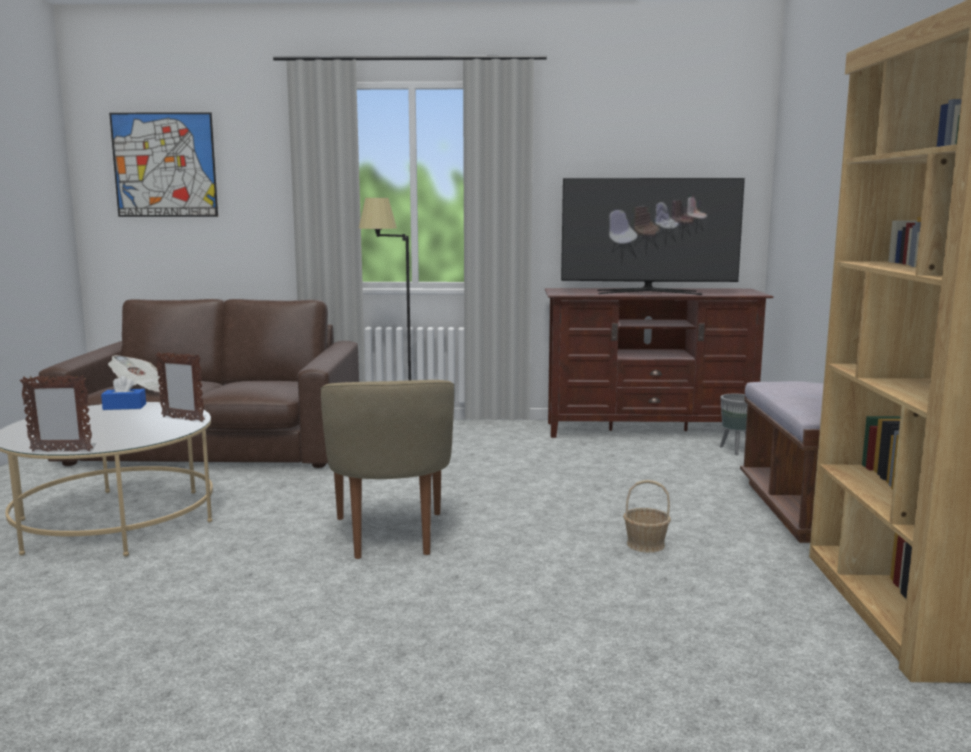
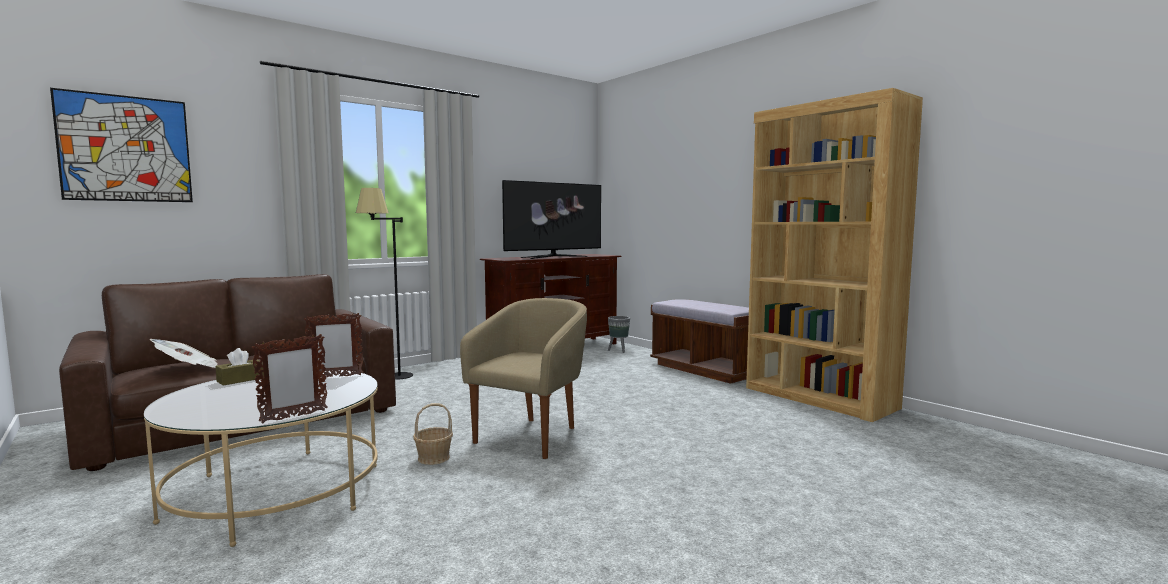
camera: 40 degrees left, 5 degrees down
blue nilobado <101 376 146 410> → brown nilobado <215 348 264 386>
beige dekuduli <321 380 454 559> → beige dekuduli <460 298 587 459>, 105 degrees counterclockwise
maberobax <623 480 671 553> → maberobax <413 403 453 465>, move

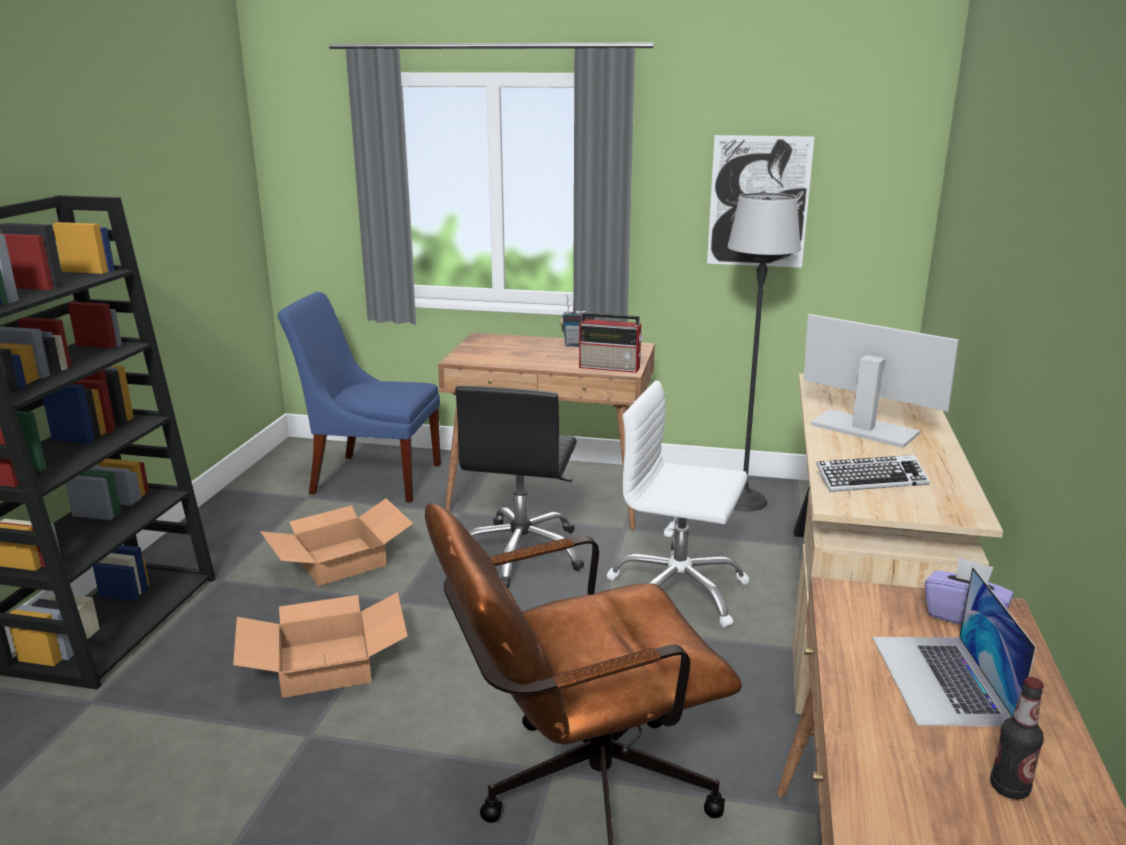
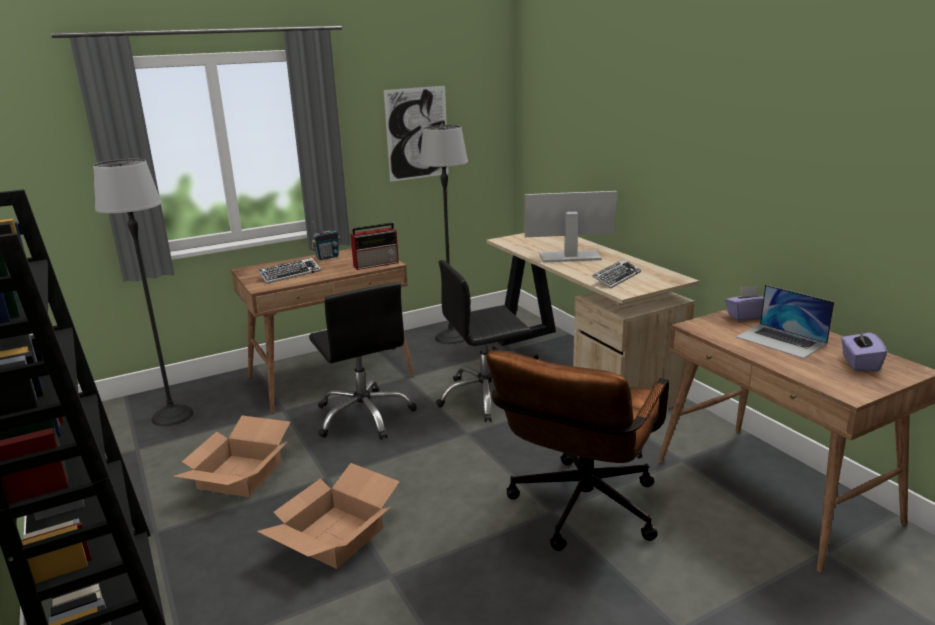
camera: 40 degrees left, 0 degrees up
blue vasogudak <278 292 441 503> → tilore <93 159 194 426>
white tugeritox <607 380 750 628> → black tugeritox <436 260 531 422>
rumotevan <990 677 1044 799> → purple nilobado <841 329 887 372>
- → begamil <258 258 321 284>

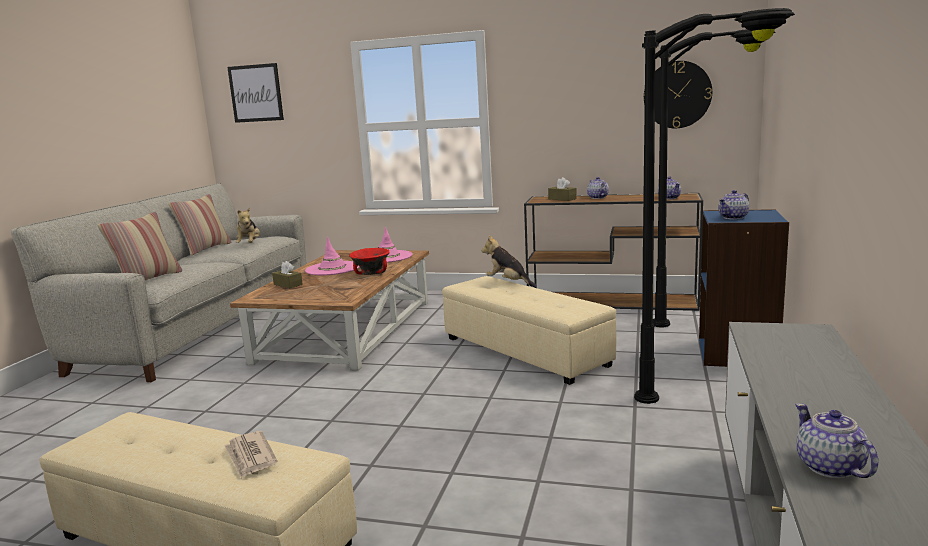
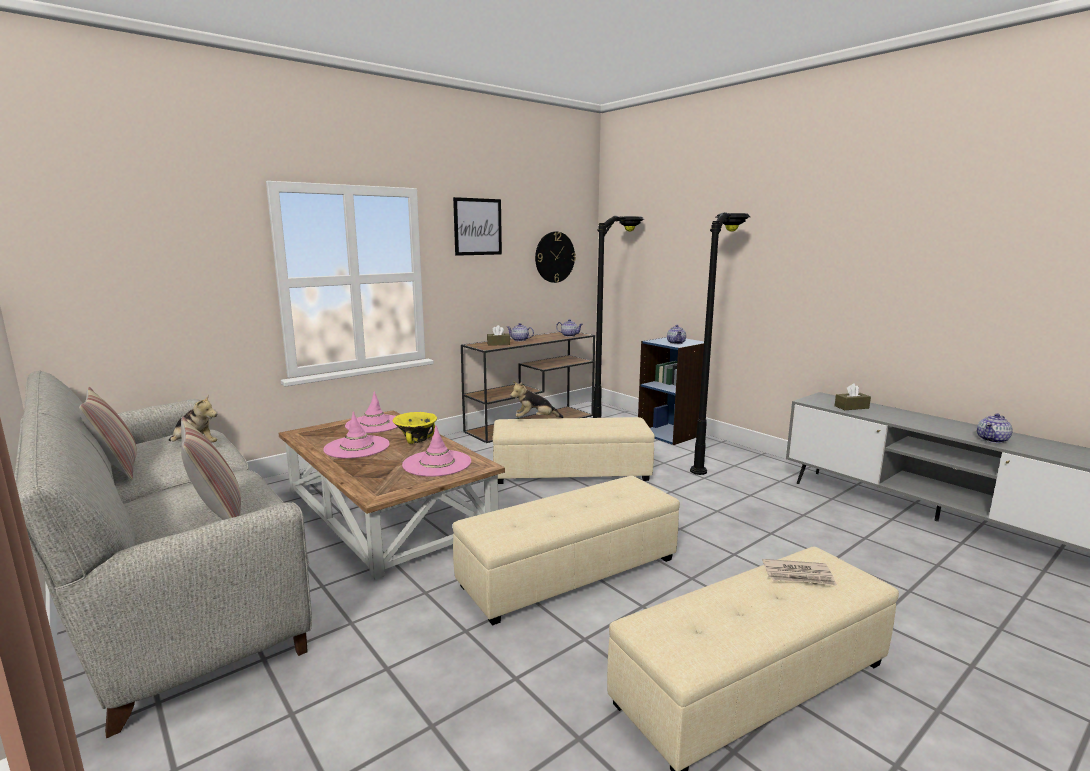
camera: 55 degrees left, 0 degrees up
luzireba <227 63 284 123> → luzireba <453 197 502 256>, move
brown nilobado <272 261 303 288> → brown nilobado <835 383 871 410>, move
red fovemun <349 248 390 275> → yellow fovemun <393 412 437 444>
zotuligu <795 403 878 478> → zotuligu <977 413 1013 443>, 60 degrees counterclockwise
- → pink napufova <402 425 471 477>
- → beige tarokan <453 476 680 626>

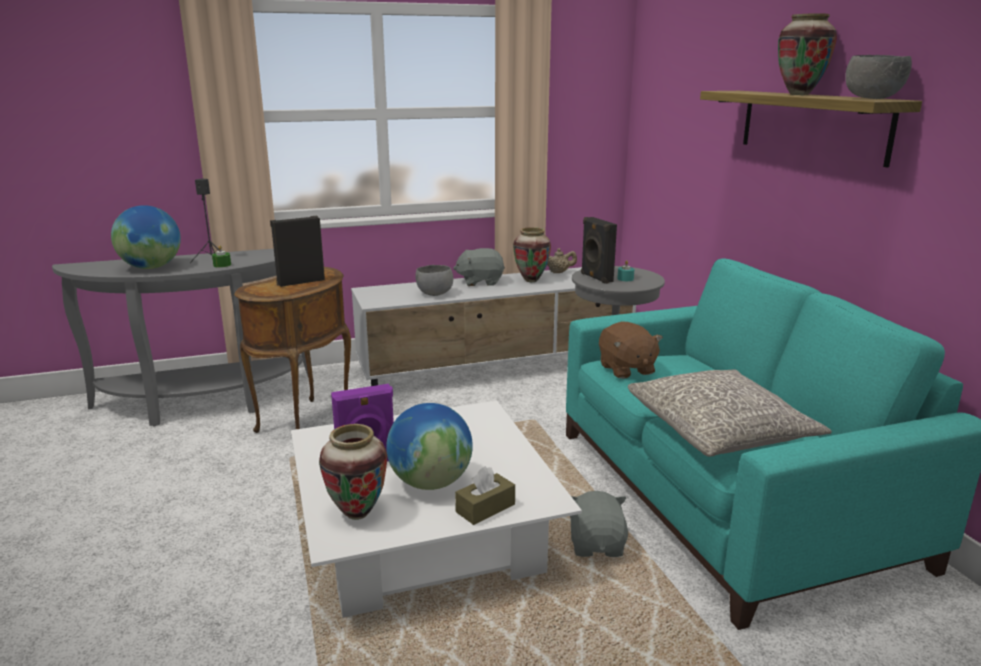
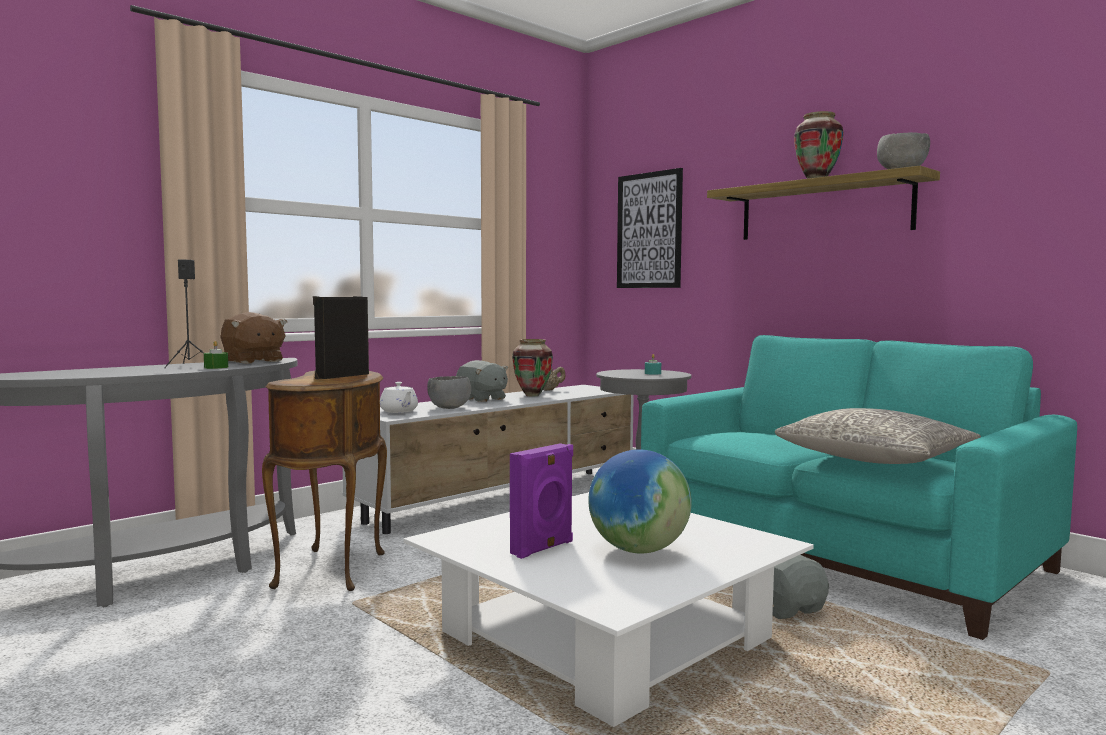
camera: 25 degrees left, 15 degrees down
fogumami <111 205 181 269> → -
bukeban <319 424 387 520> → -
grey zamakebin <453 248 505 286> → grey zamakebin <456 360 508 402>, 105 degrees counterclockwise
brown nilobado <455 466 515 525> → -
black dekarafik <581 217 617 284> → -
brown zamakebin <599 321 663 379> → brown zamakebin <221 312 287 364>, move
- → white zotuligu <380 382 418 413>
- → luzireba <617 168 683 288>

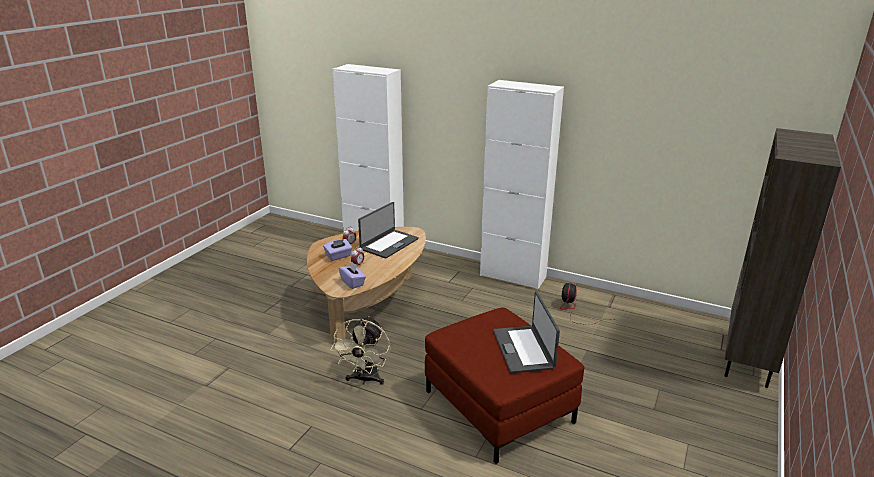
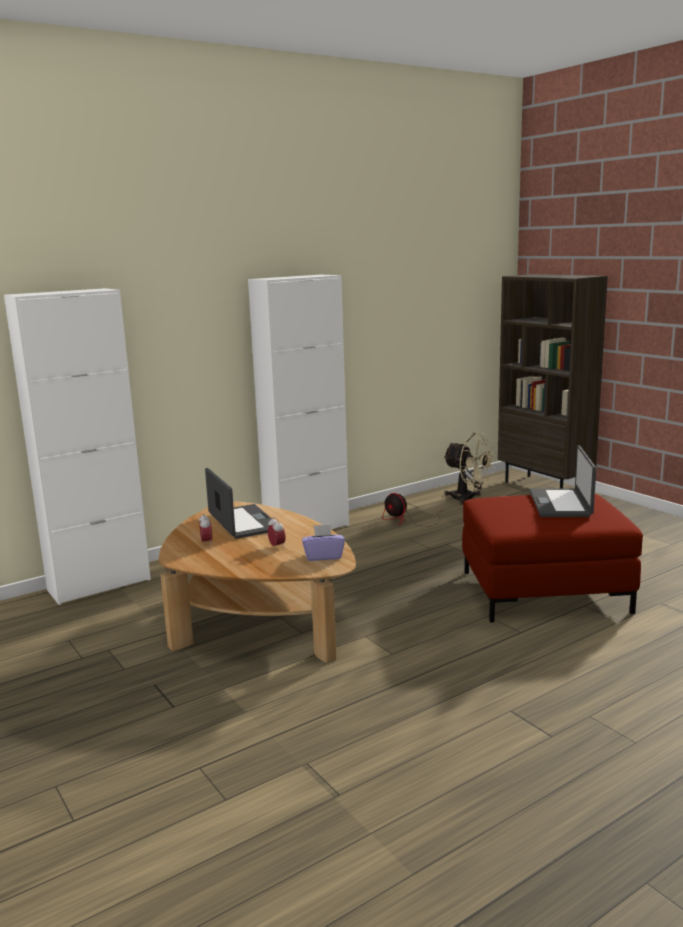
camera: 60 degrees left, 10 degrees down
purple nilobado <323 239 352 261> → -
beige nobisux <331 316 390 385> → beige nobisux <443 433 496 505>, move
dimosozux <493 291 560 373> → dimosozux <529 445 596 517>, 75 degrees clockwise

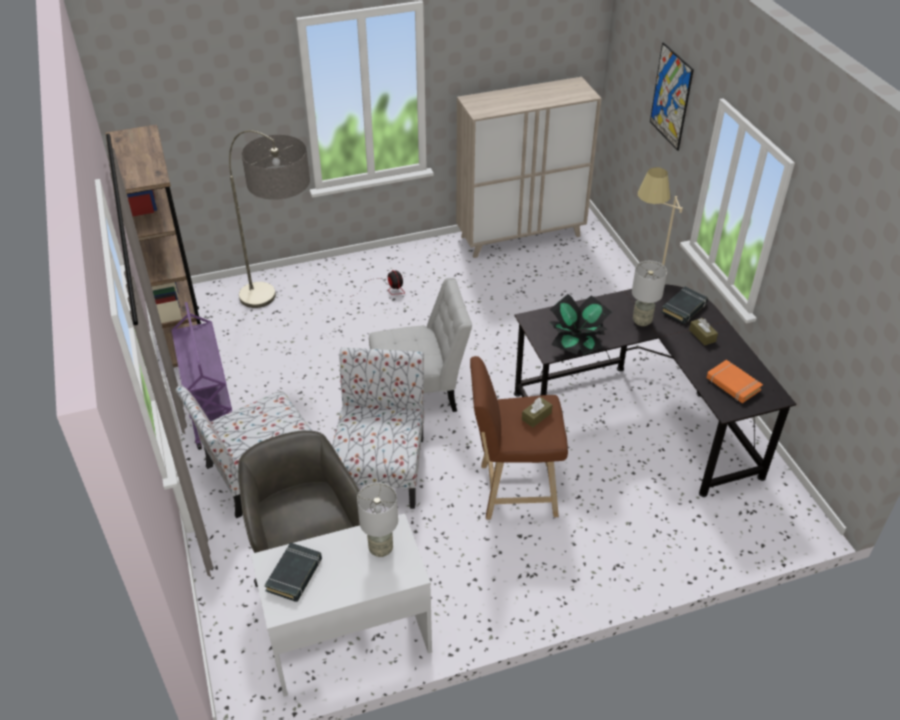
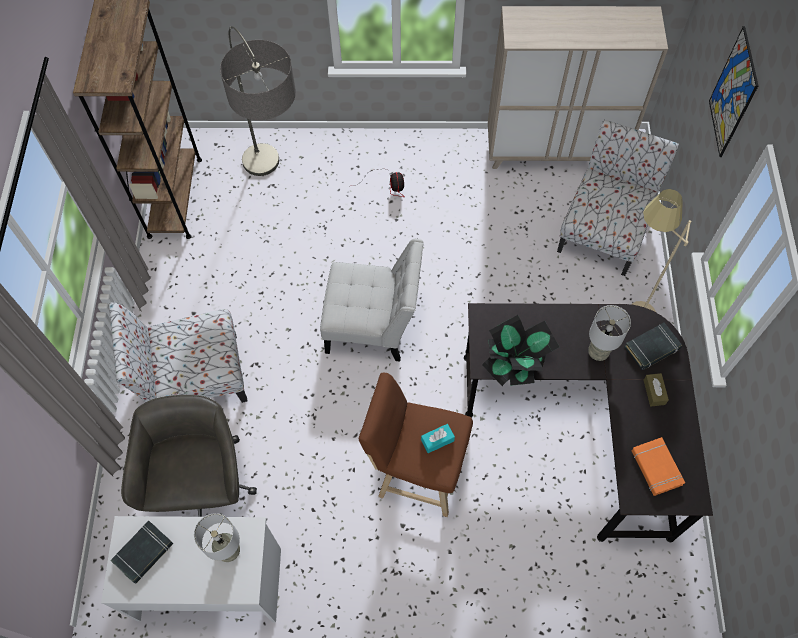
camera: 20 degrees right, 20 degrees up
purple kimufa <172 302 232 450> → -
vasogudak <332 348 424 509> → vasogudak <557 120 679 276>, move
brown nilobado <522 397 552 428> → turquoise nilobado <421 424 455 453>

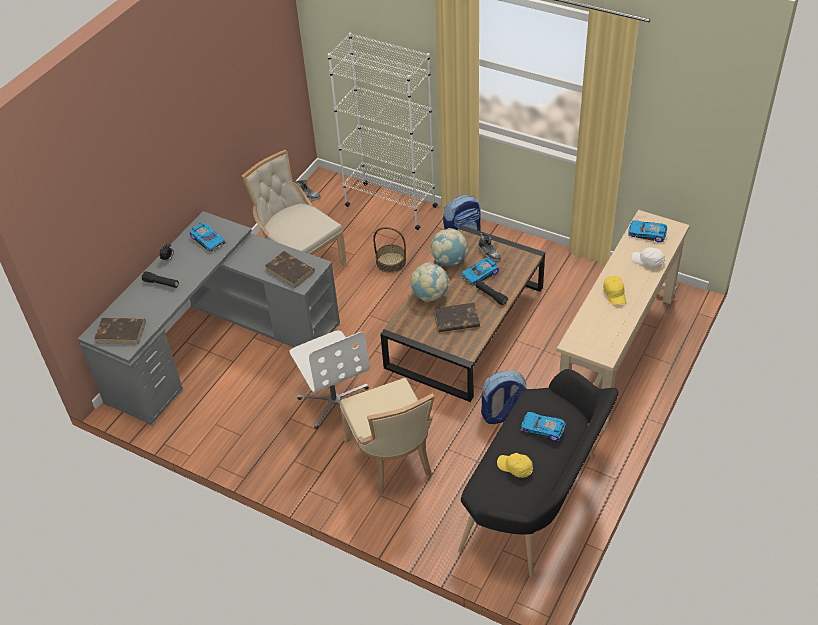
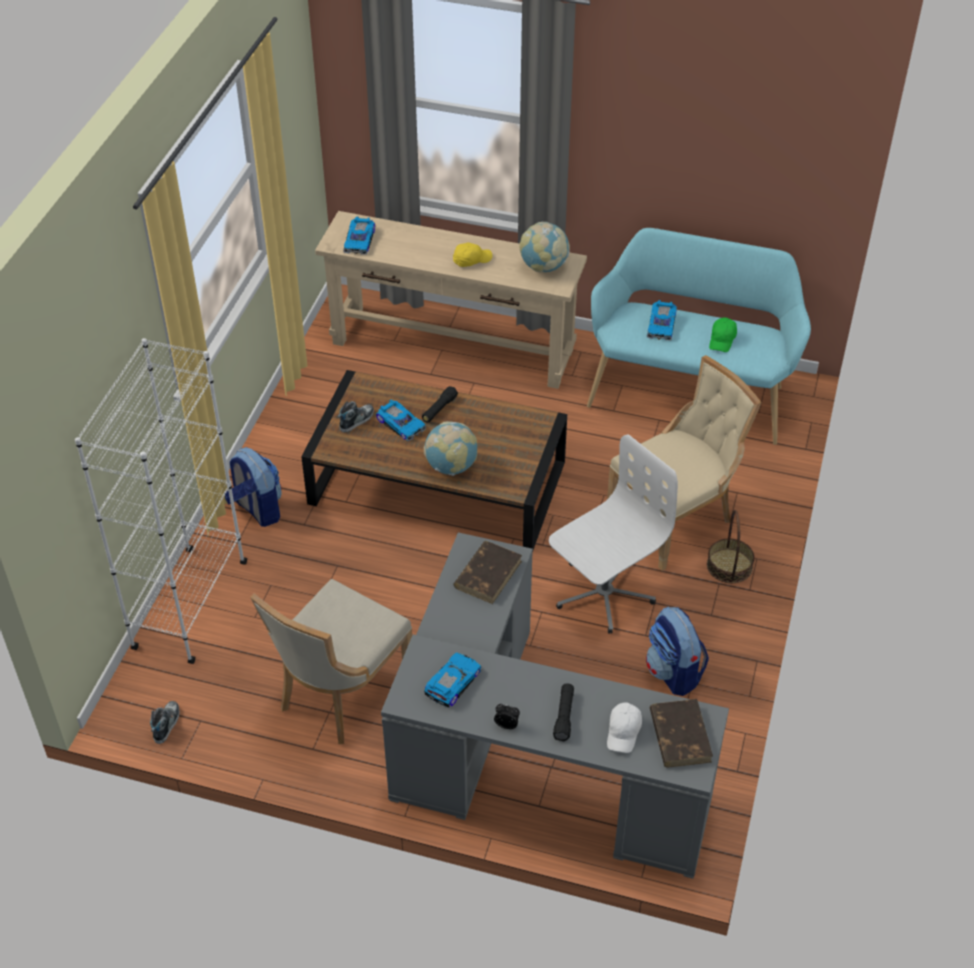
camera: 105 degrees left, 0 degrees up
maberobax <373 227 406 273> → maberobax <707 510 755 583>, move
fogumami <430 228 468 266> → fogumami <519 222 570 272>, move
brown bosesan <434 303 480 332> → -
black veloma <458 369 618 577> → turquoise veloma <587 228 811 445>
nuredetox <481 371 527 424> → nuredetox <646 606 709 696>, move
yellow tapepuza <497 453 533 478> → green tapepuza <709 317 737 352>
white tapepuza <632 247 665 267> → white tapepuza <607 702 642 753>, move

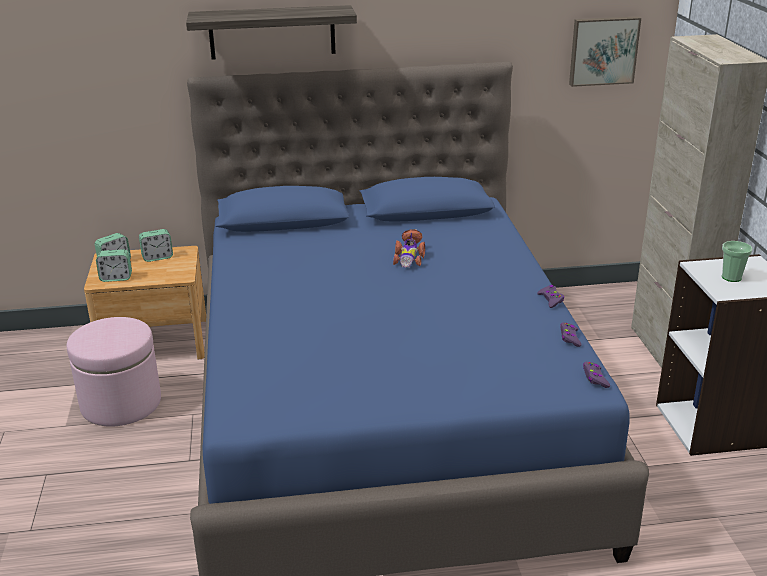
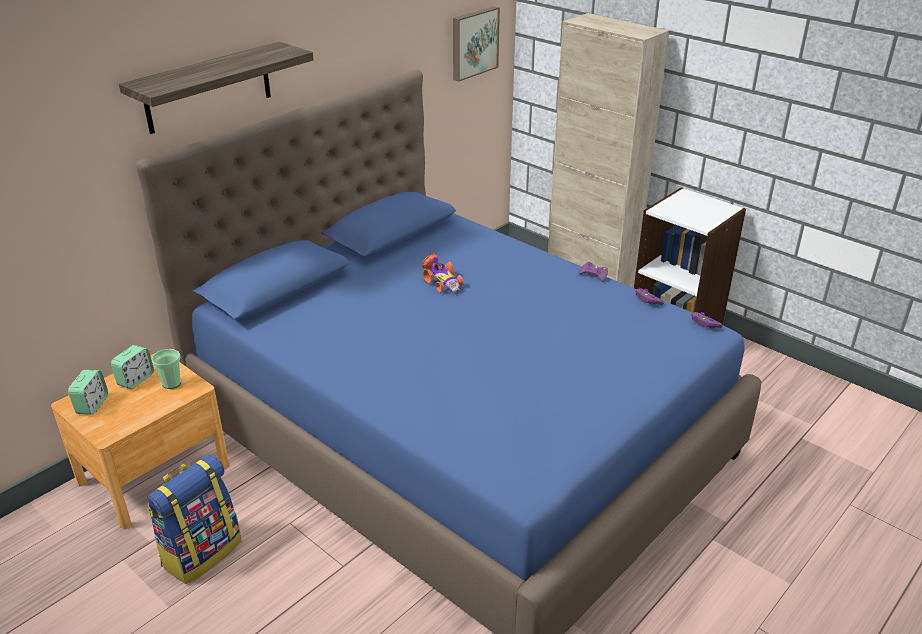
camera: 40 degrees left, 5 degrees up
pink tarokan <67 317 161 427> → nuredetox <146 455 241 584>
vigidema <96 249 132 282> → -
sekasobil <722 241 752 282> → sekasobil <151 349 181 389>, move

